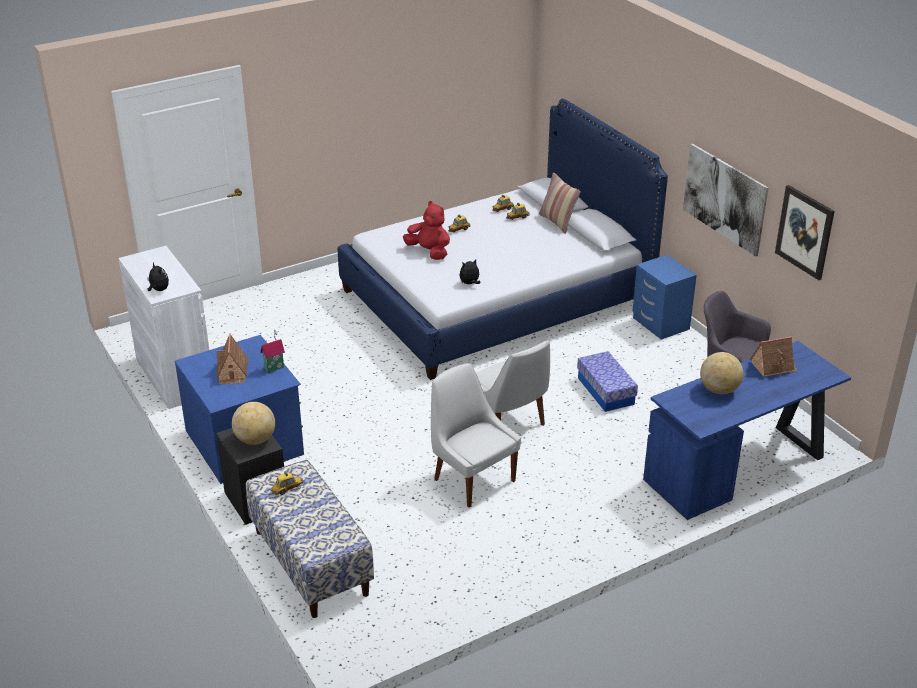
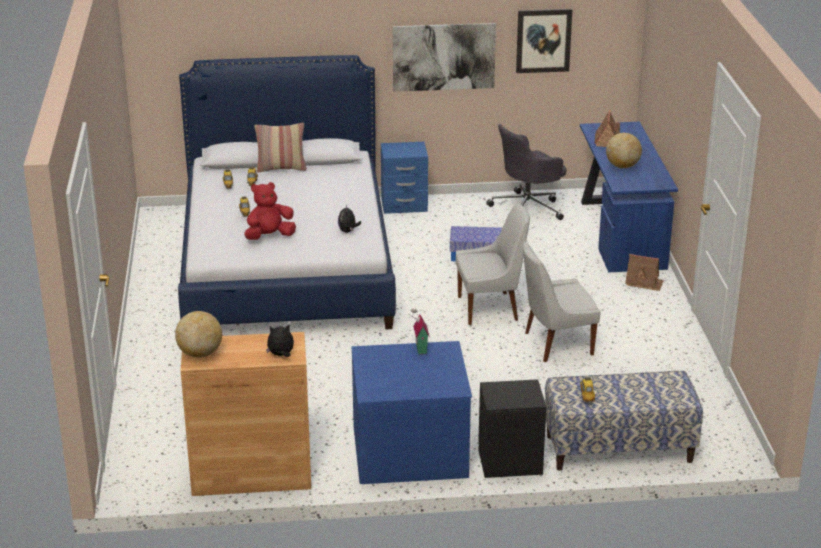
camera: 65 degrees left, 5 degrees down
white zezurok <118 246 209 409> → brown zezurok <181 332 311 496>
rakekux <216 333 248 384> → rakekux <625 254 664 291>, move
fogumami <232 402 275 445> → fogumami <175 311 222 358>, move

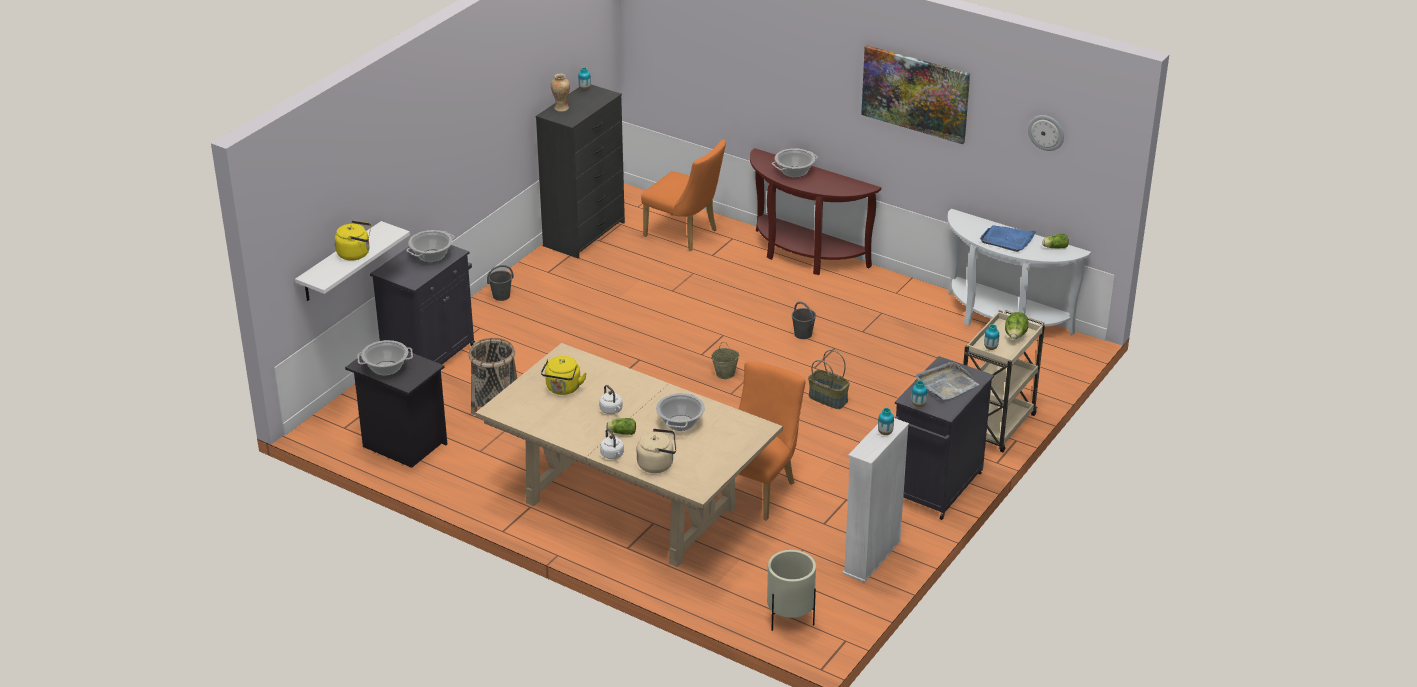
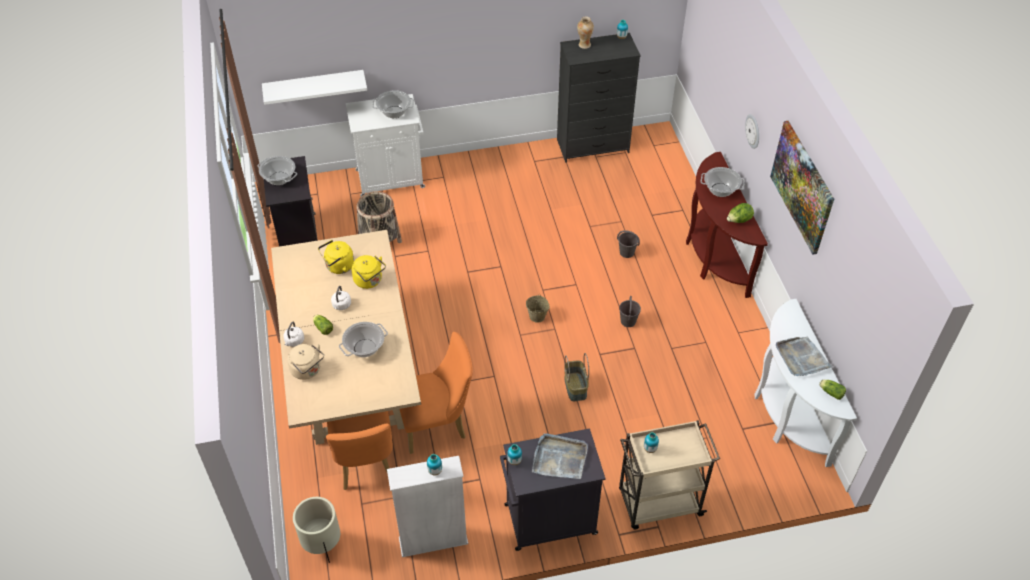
camera: 45 degrees right, 15 degrees up
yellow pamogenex <335 220 371 261> → yellow pamogenex <352 255 386 289>, move
black zezurok <370 245 475 364> → white zezurok <346 94 425 197>
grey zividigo <487 265 514 301> → grey zividigo <617 230 640 258>, move
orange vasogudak <641 140 726 251> → orange vasogudak <326 411 393 490>, move
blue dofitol <980 225 1037 252> → grey dofitol <776 337 832 376>
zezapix <1005 312 1028 339> → zezapix <727 203 754 223>, move
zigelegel <1028 115 1064 151> → zigelegel <745 114 759 149>, move

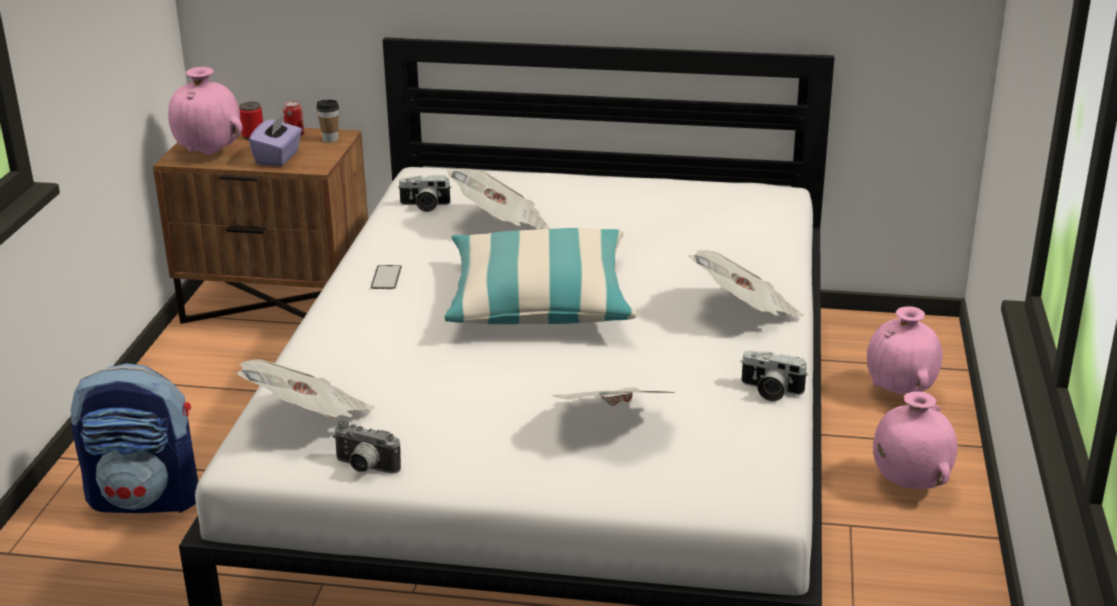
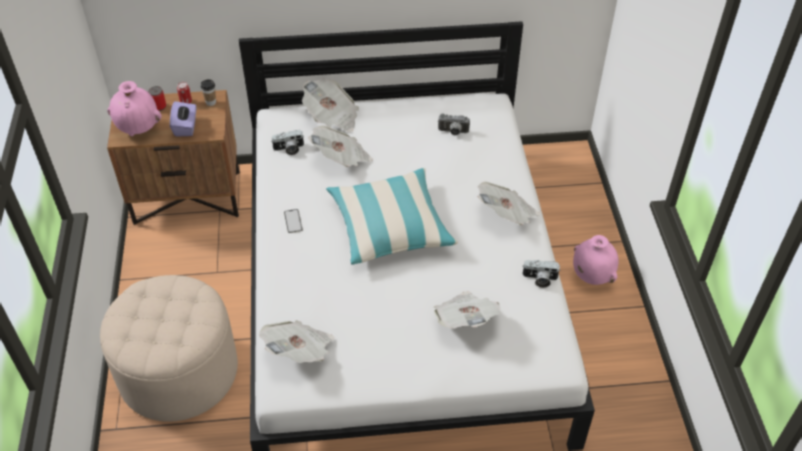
camera: 15 degrees left, 20 degrees up
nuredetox <71 363 198 513> → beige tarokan <100 275 238 422>
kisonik <333 420 401 474> → kisonik <438 113 470 135>, move
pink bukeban <867 306 943 394> → -
- → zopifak <302 79 359 132>

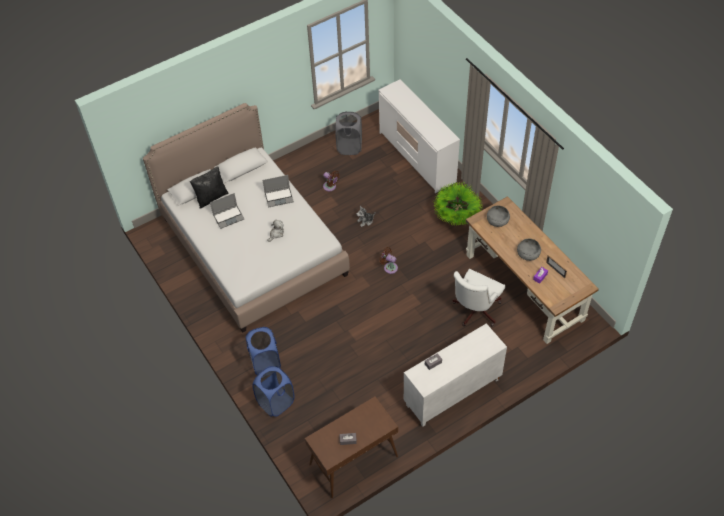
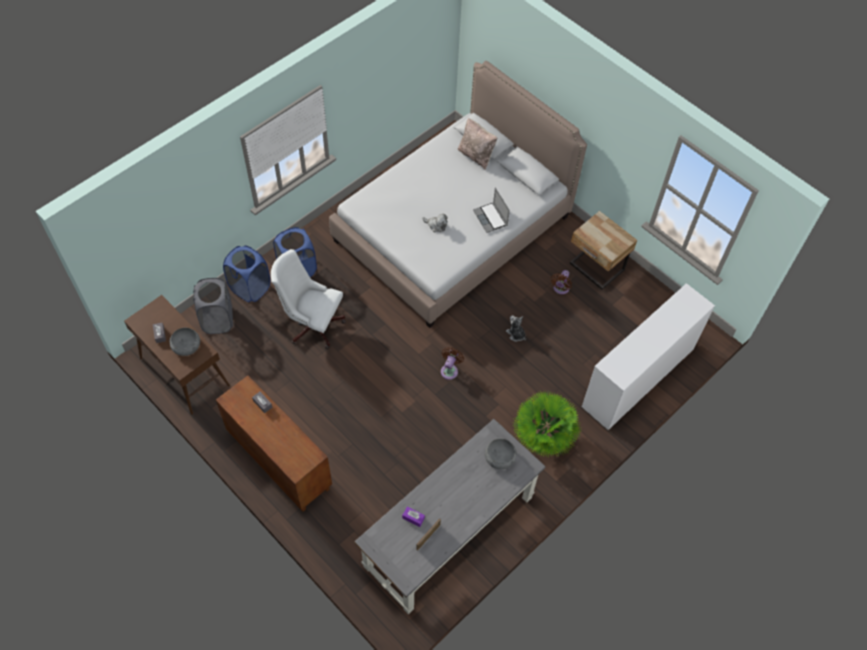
camera: 75 degrees right, 5 degrees up
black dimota <190 166 229 208> → beige dimota <458 118 497 170>
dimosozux <210 193 245 229> → -
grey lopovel <335 112 362 155> → grey lopovel <193 278 233 334>, move
white zezurok <404 323 507 427> → brown zezurok <216 375 332 512>
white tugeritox <453 269 505 327> → white tugeritox <271 249 346 349>, move
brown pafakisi <466 196 599 344> → grey pafakisi <354 419 546 614>
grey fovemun <517 239 541 261> → grey fovemun <170 328 200 356>, move
- → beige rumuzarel <570 211 637 290>

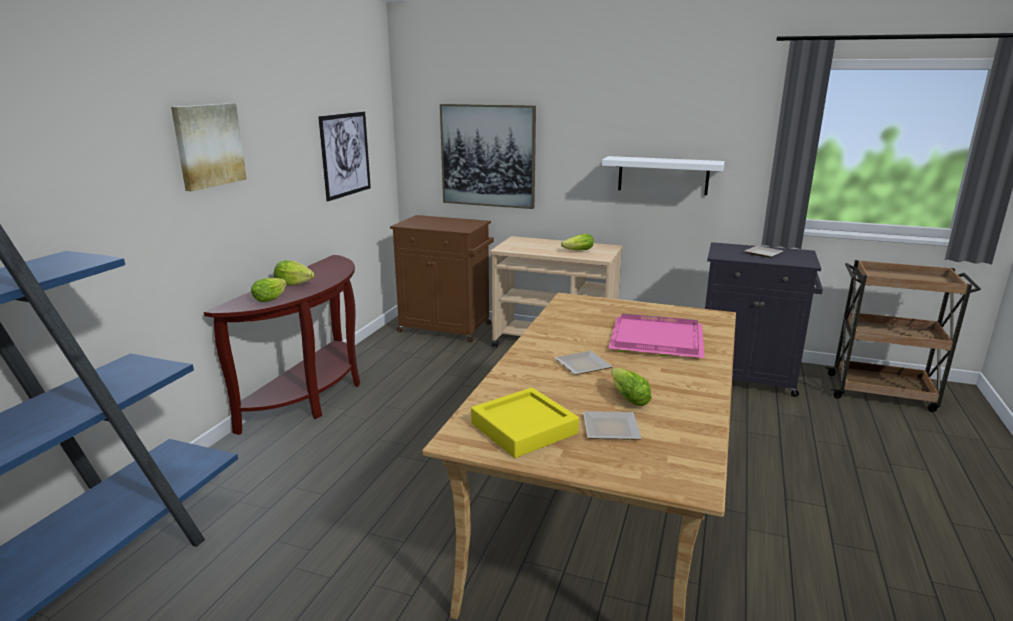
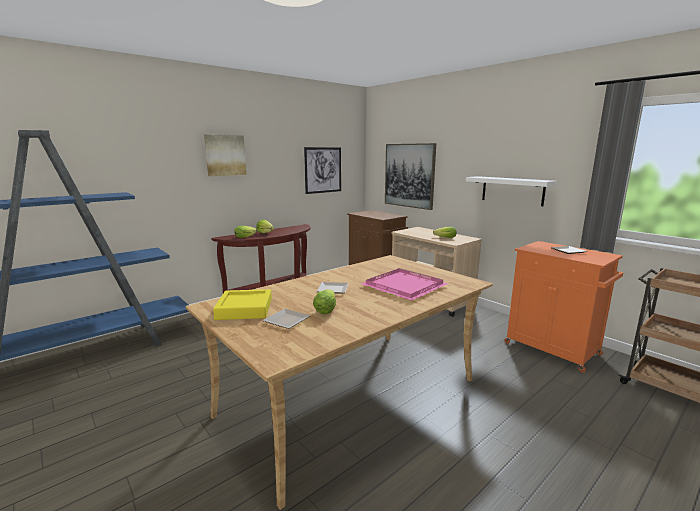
camera: 30 degrees right, 5 degrees down
black zezurok <705 242 823 397> → orange zezurok <504 241 623 373>

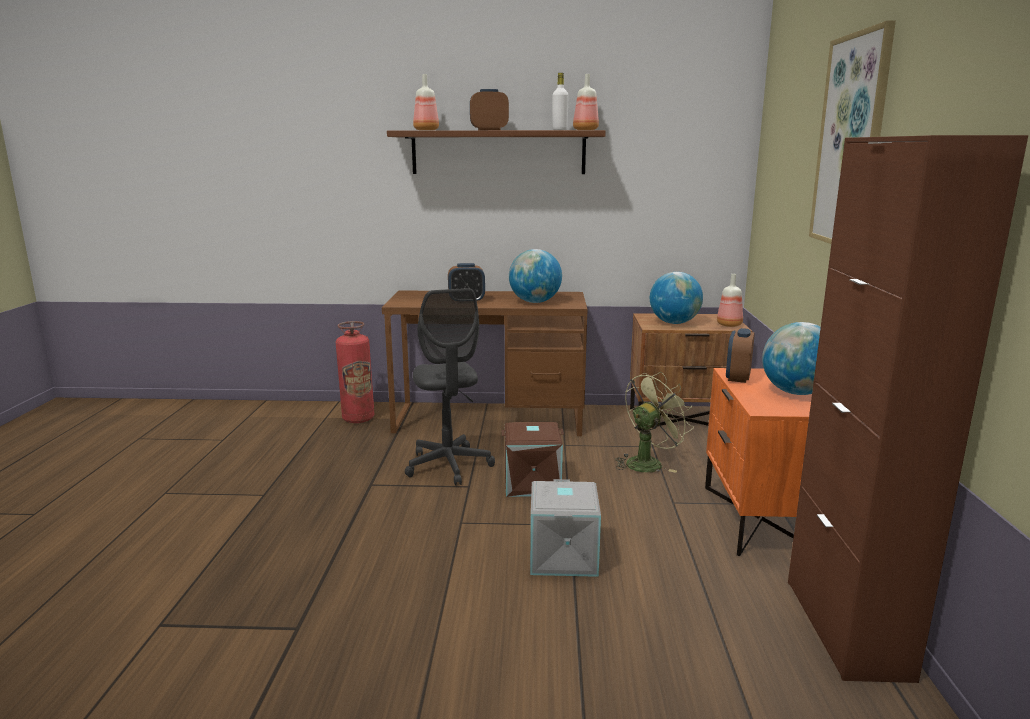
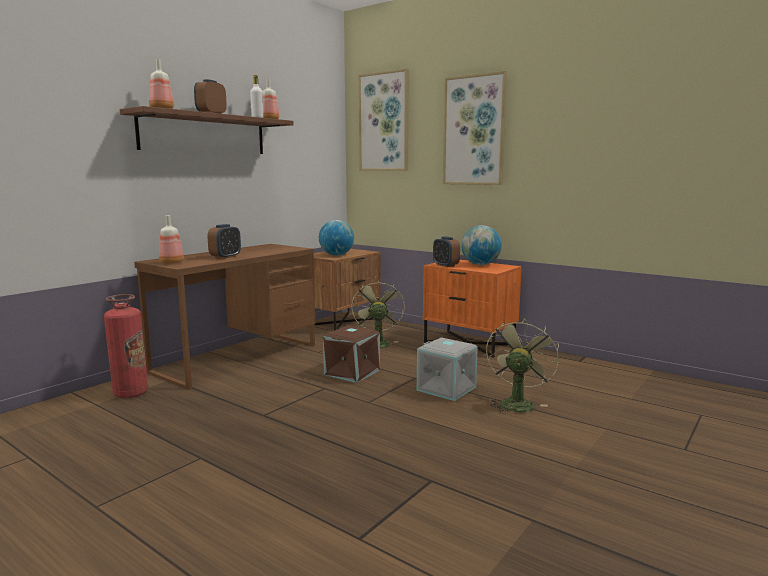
camera: 55 degrees left, 5 degrees down
grey tugeritox <405 288 495 486> → -
fogumami <509 249 562 303> → -
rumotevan <717 274 743 327> → rumotevan <159 215 184 264>, move
brown zezurok <788 135 1028 683> → -
- → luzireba <358 68 409 171>
- → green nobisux <486 320 559 414>

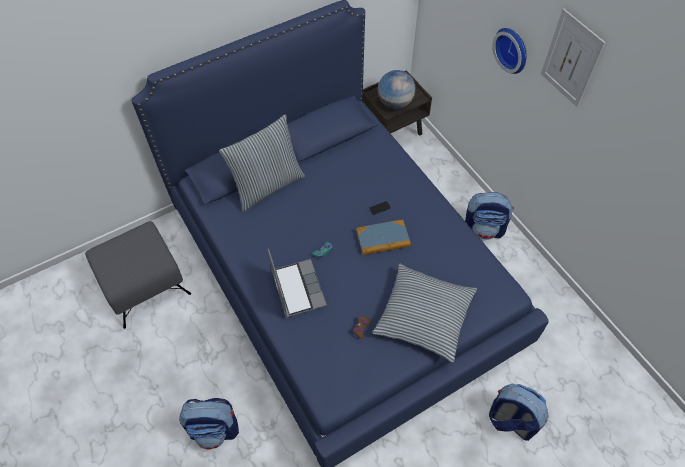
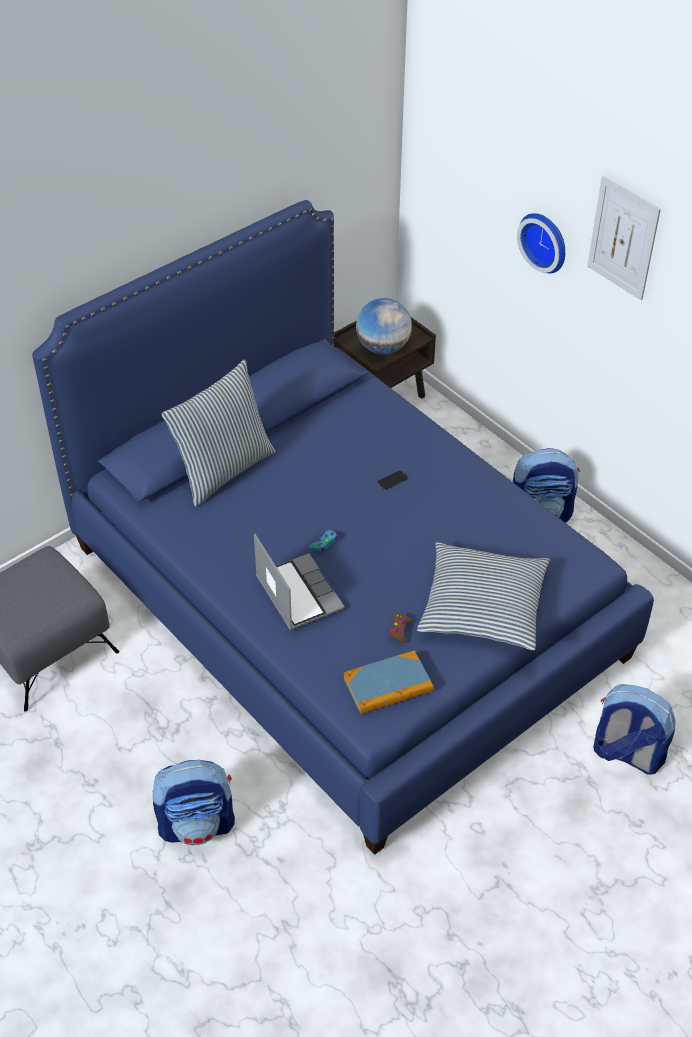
camera: 10 degrees left, 10 degrees down
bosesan <357 220 411 255> → bosesan <343 650 433 714>, move

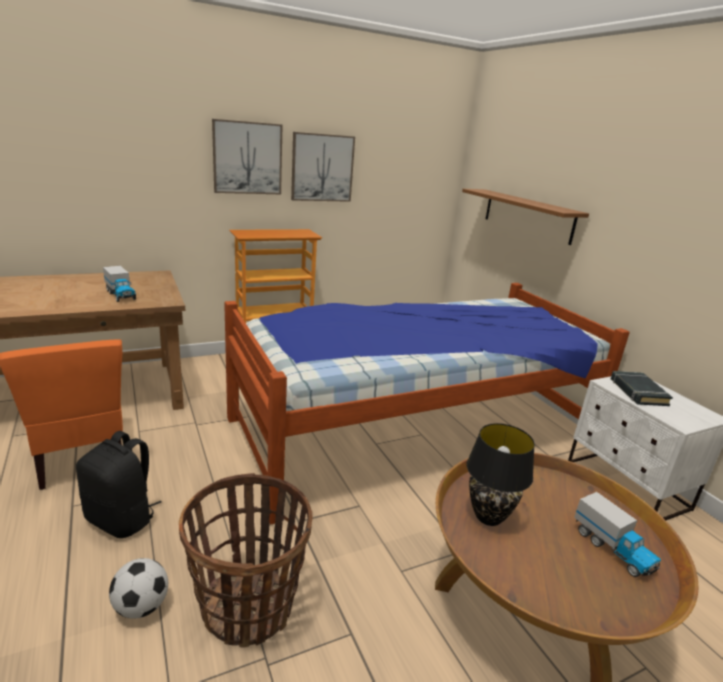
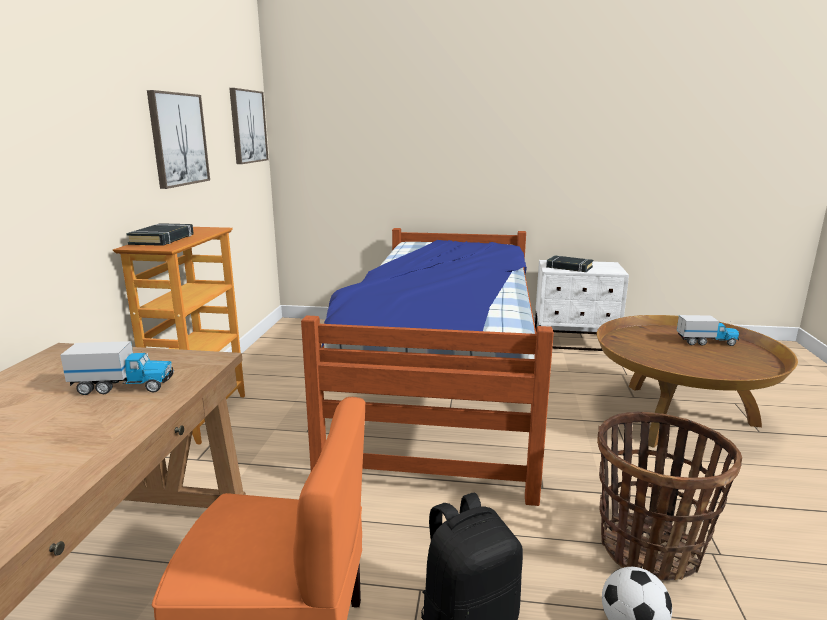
camera: 55 degrees left, 5 degrees down
luzireba <212 119 282 194> → luzireba <229 88 269 164>, move
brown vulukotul <462 189 589 245> → -
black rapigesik <467 423 535 526> → -
- → black bosesan <126 223 194 246>

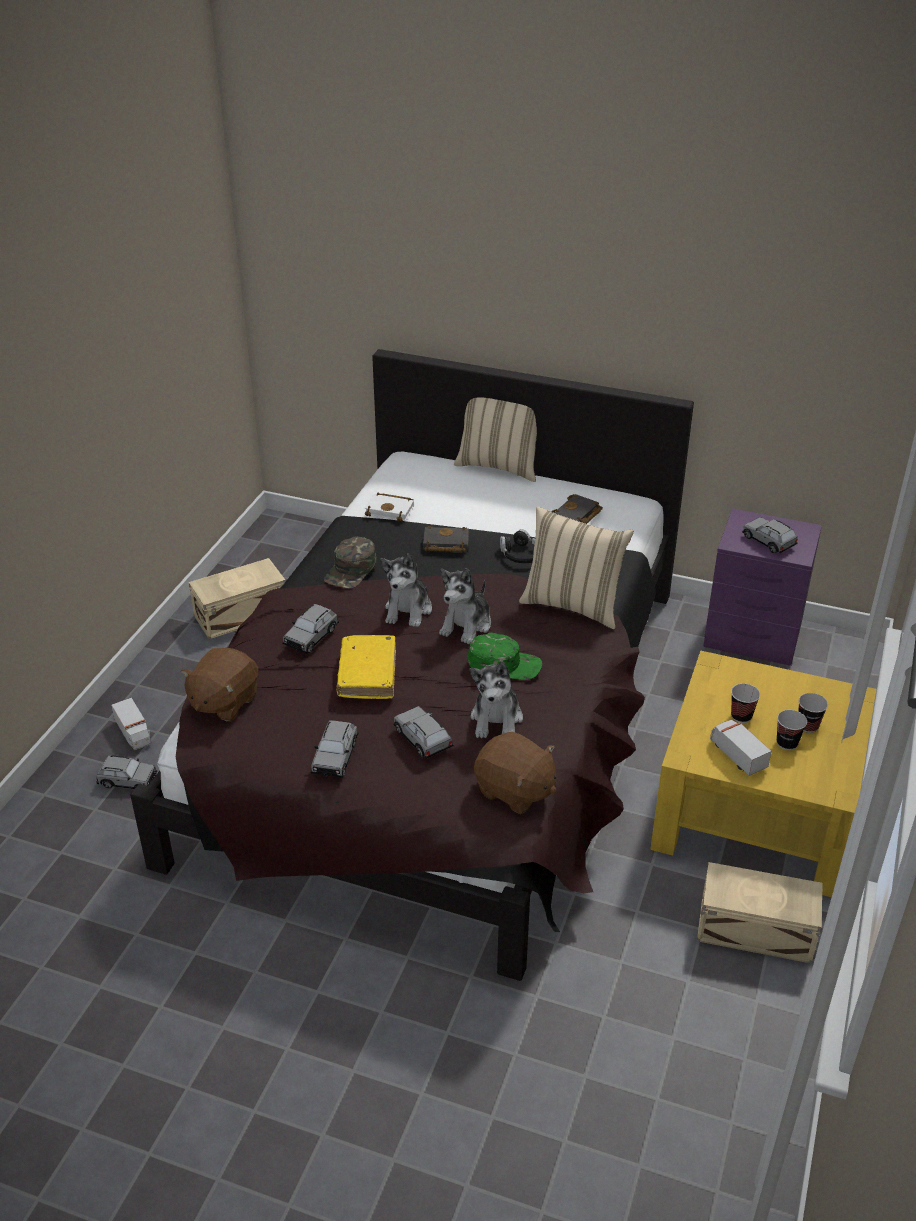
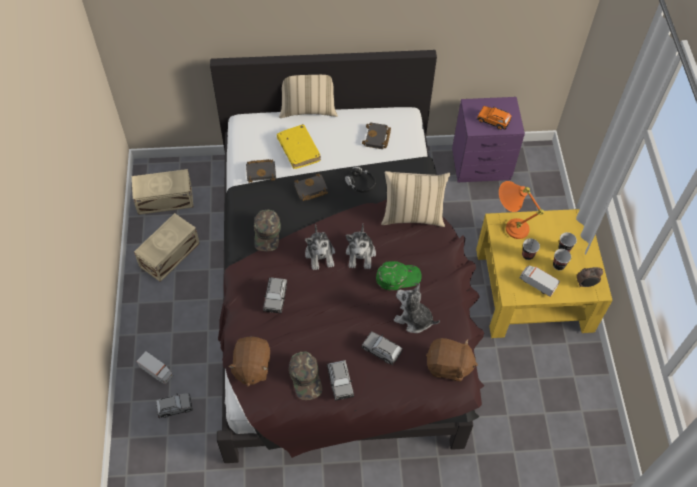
camera: 25 degrees left, 20 degrees up
yellow bosesan <337 635 396 699> → yellow bosesan <277 124 321 169>, move
white bosesan <365 493 414 522> → black bosesan <246 159 276 183>
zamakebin <470 661 523 738> → zamakebin <394 284 440 333>, 135 degrees clockwise
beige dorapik <697 862 823 963> → beige dorapik <132 169 194 215>, move
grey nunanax <742 517 798 553> → orange nunanax <477 106 512 130>
- → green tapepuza <289 352 322 400>
- → orange rapigesik <499 181 544 239>
- → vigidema <577 267 603 287>

